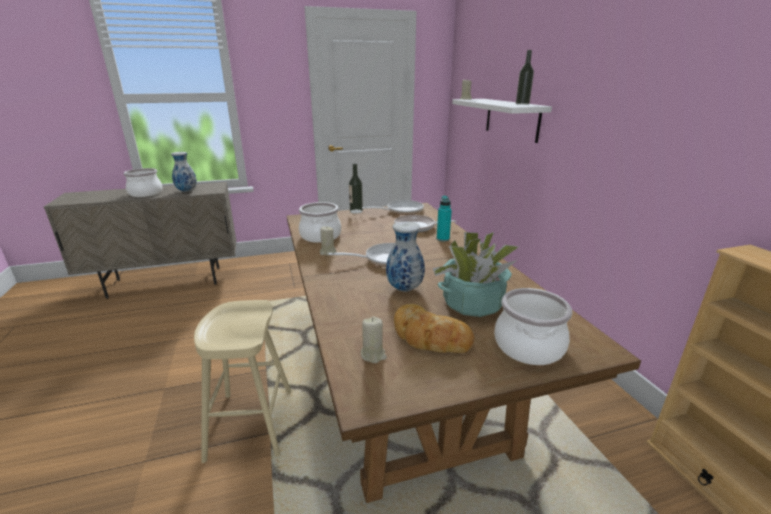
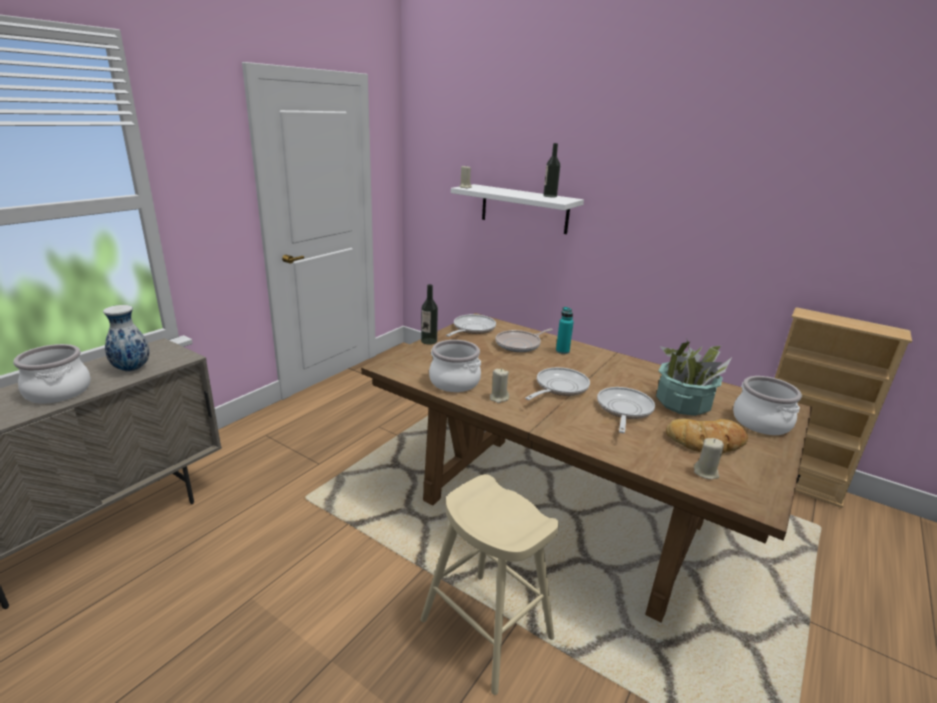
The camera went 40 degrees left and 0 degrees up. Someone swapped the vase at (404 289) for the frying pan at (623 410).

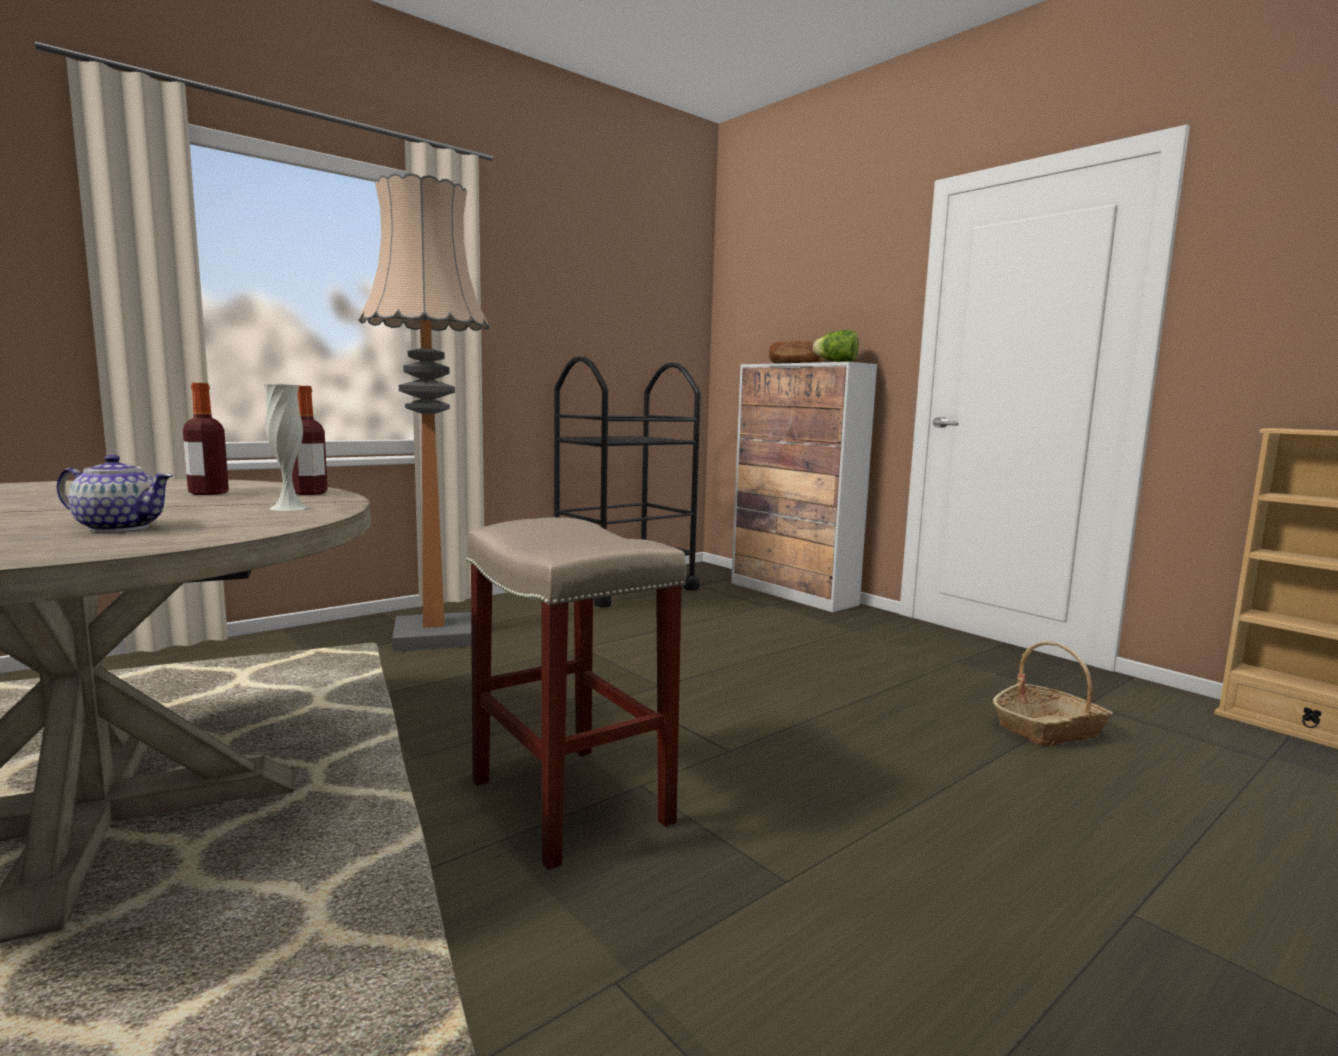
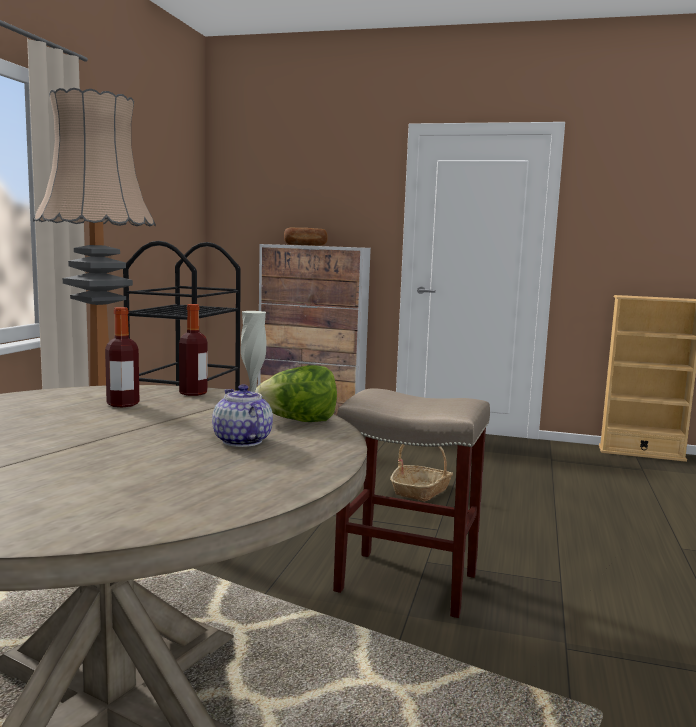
The camera went 35 degrees left and 0 degrees up. Someone rotated the teapot at (119 527) by 90 degrees counterclockwise. Someone carried the lettuce from (836 362) to (298 421). Someone carried the basket from (1049 729) to (421 491).

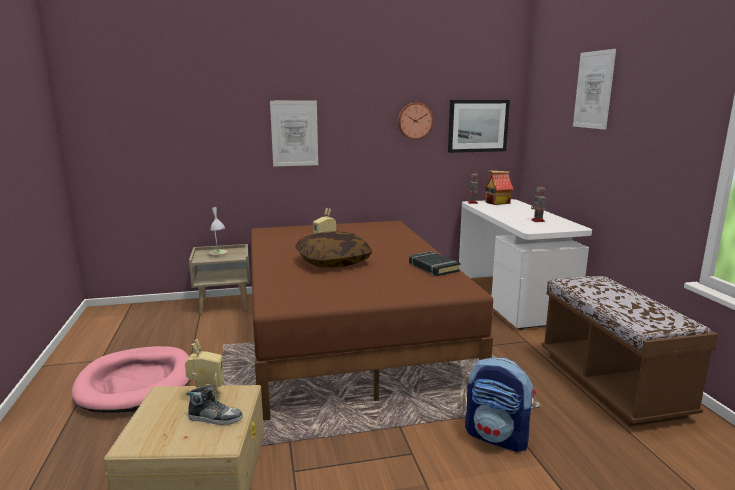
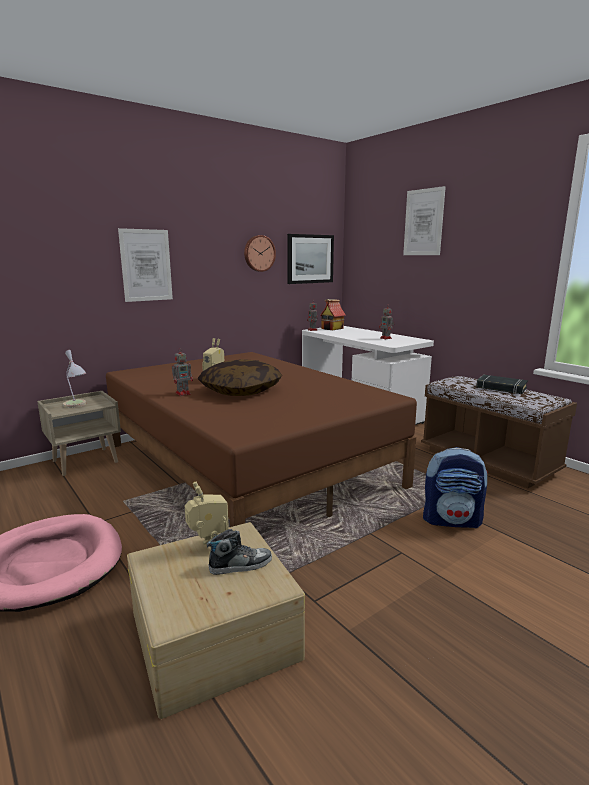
The camera went 25 degrees left and 0 degrees up. Someone put down the toy robot at (183 393). Someone carried the book (black) from (433 267) to (501 388).

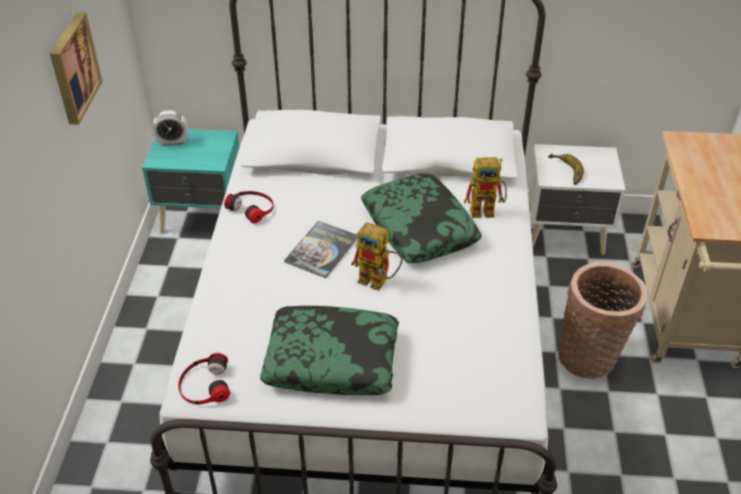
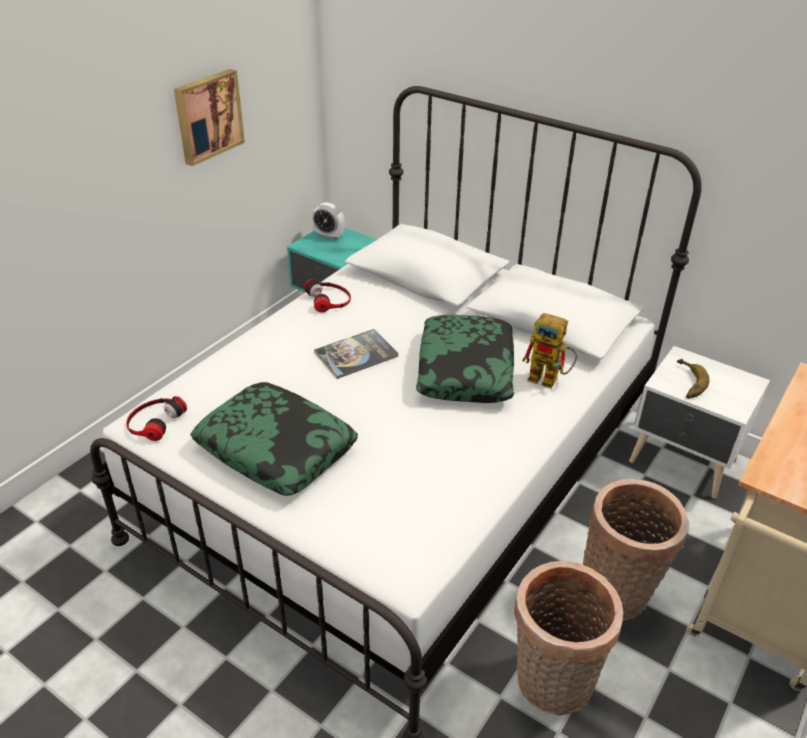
The camera went 30 degrees right and 5 degrees down. Someone put down the basket at (551 684). Someone took away the toy robot at (379 281).

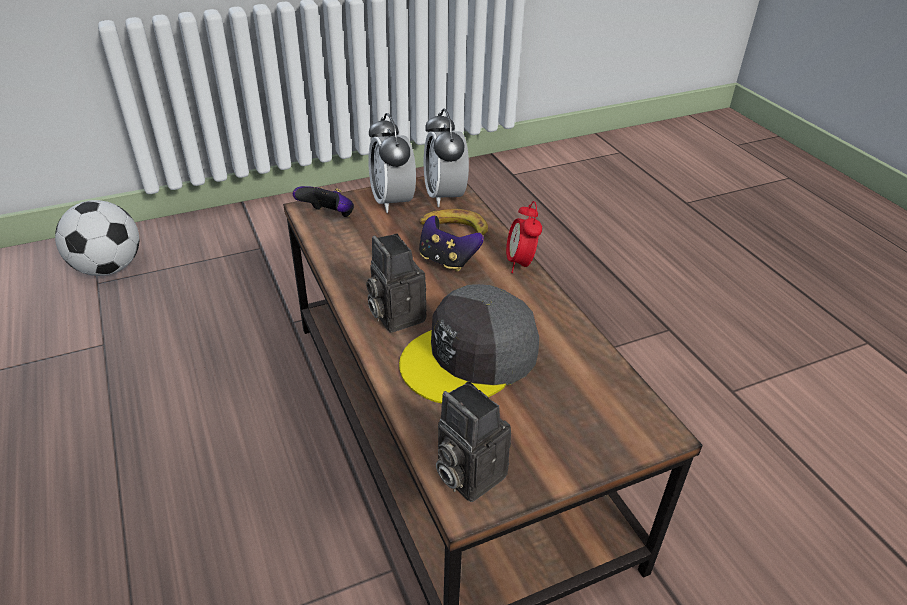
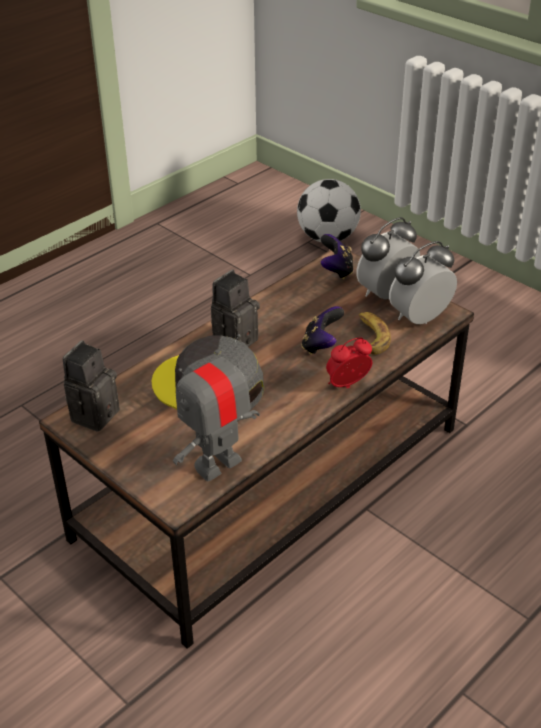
The camera went 70 degrees right and 0 degrees up. Someone put down the toy robot at (217 464).

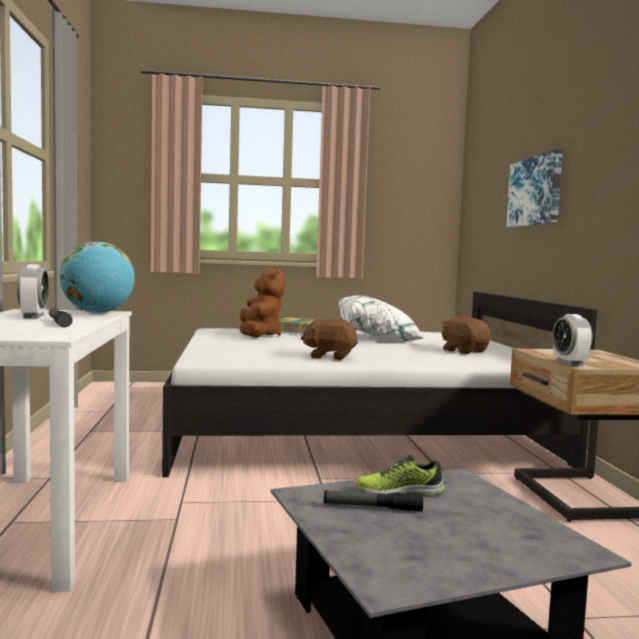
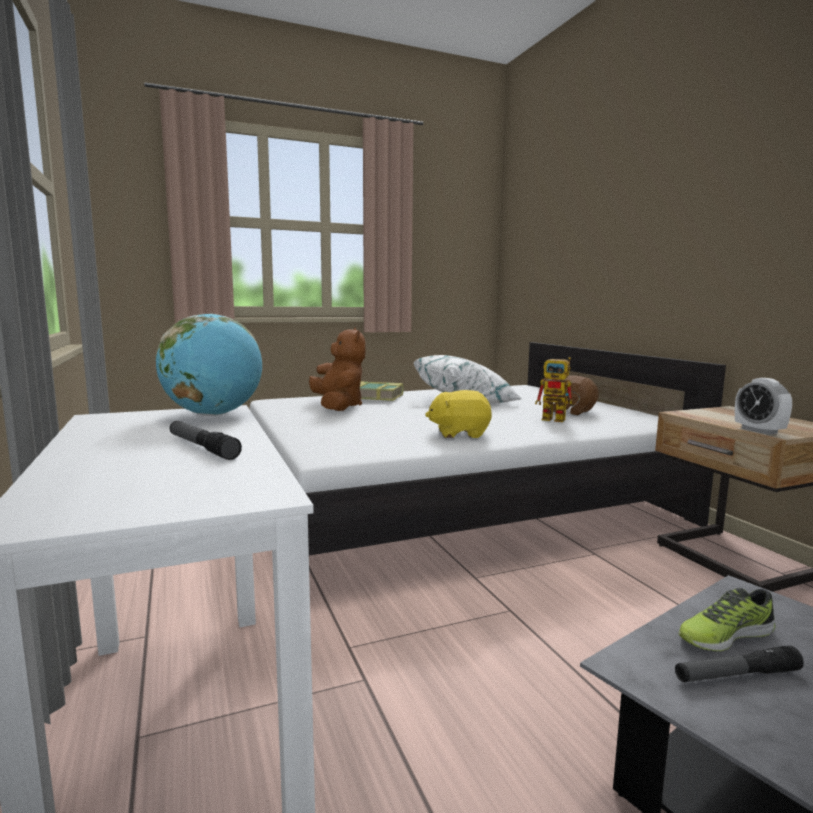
The camera went 15 degrees left and 5 degrees up. Someone repainted the plush toy (brown) at (330 357), which became the plush toy (yellow) at (459 434). Someone put down the toy robot at (559 419). Someone took away the alarm clock at (33 316). Someone took away the picture at (535 191).

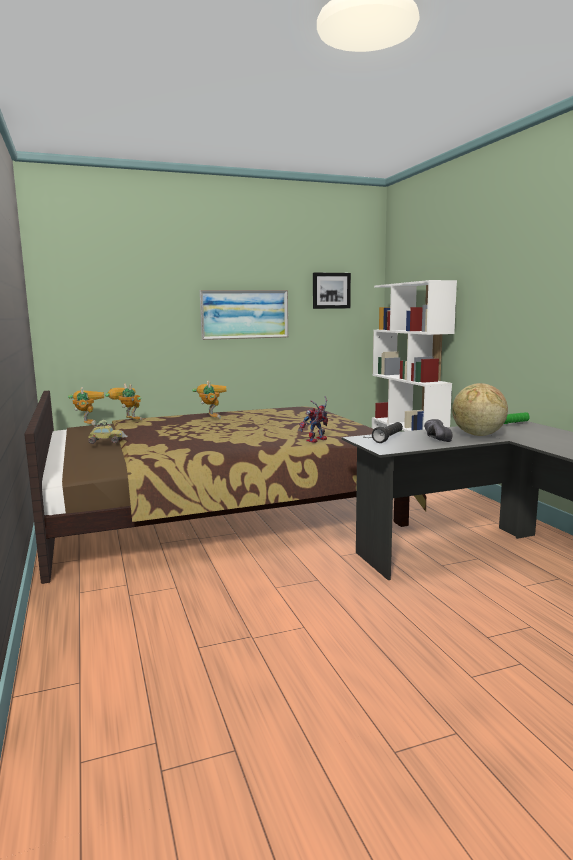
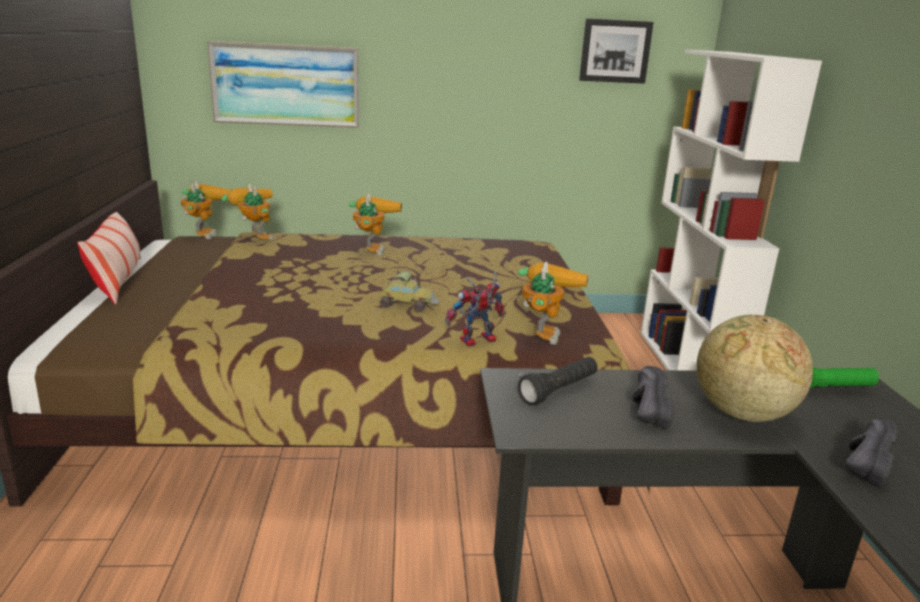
The camera went 15 degrees right and 10 degrees up. Someone put down the pillow at (118 280). Someone carried the picture from (244 314) to (286 85). Someone carried the toy car from (106 441) to (407 304). Someone put down the toy robot at (543 332). Someone put down the shoe (black) at (862 461).

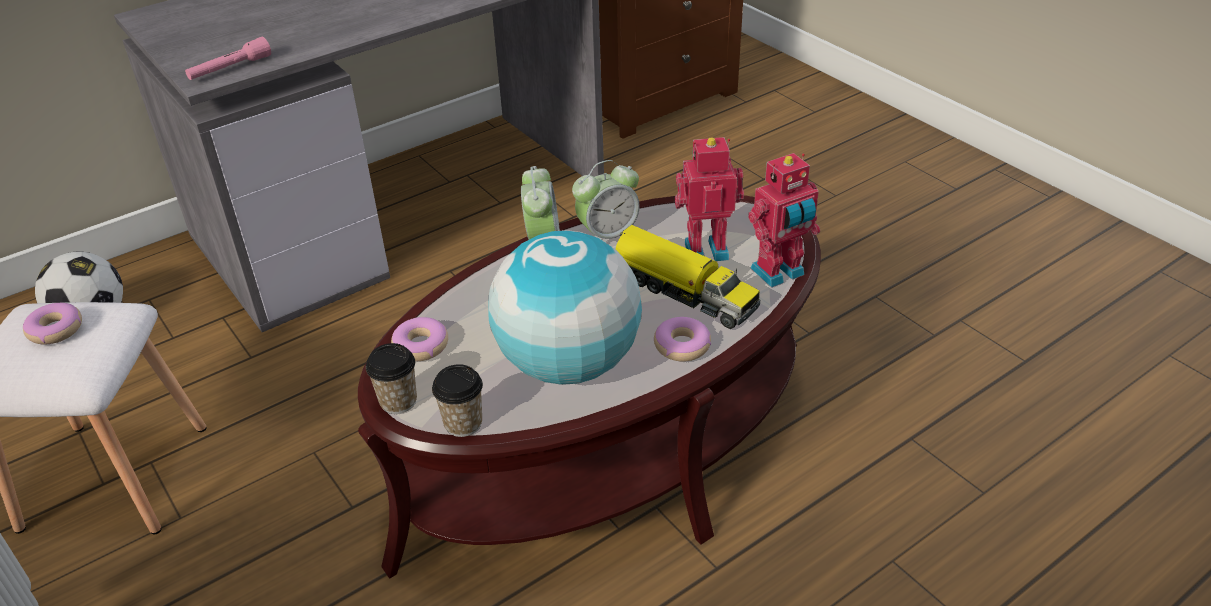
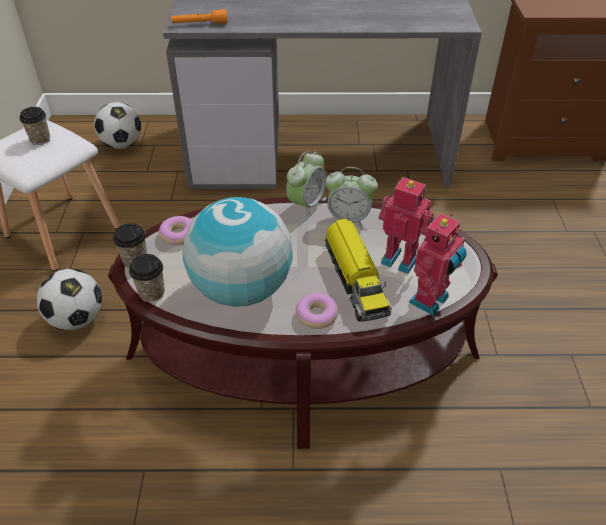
The camera went 35 degrees right and 5 degrees up. Someone swapped the donut at (55 330) for the cup at (40 139). Someone put down the football at (77 319). Someone repainted the flashlight (pink) at (230 69), which became the flashlight (orange) at (199 24). Someone rotated the toy robot at (779 273) by 60 degrees counterclockwise.

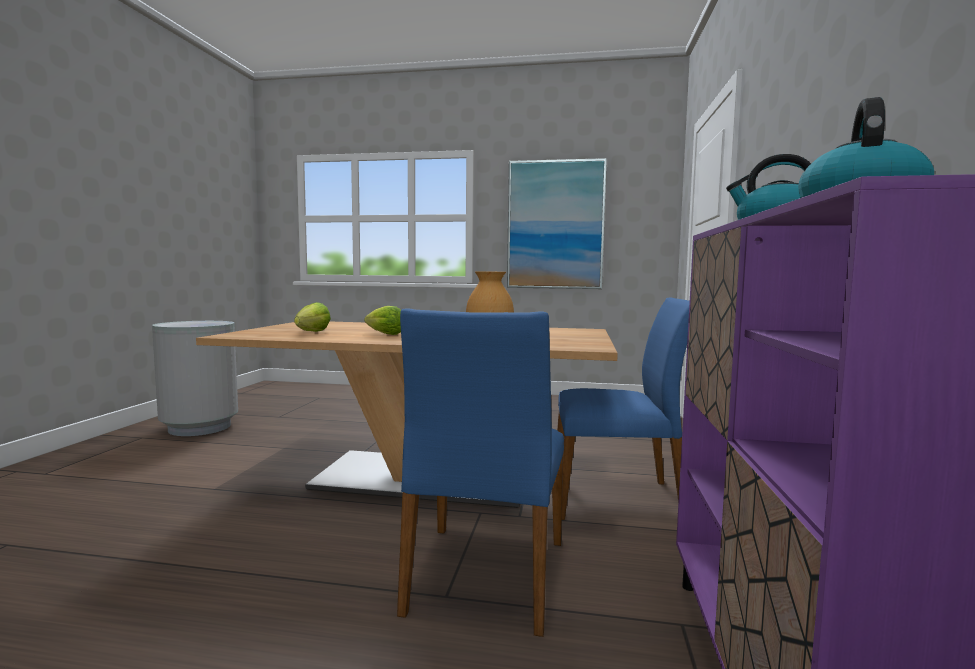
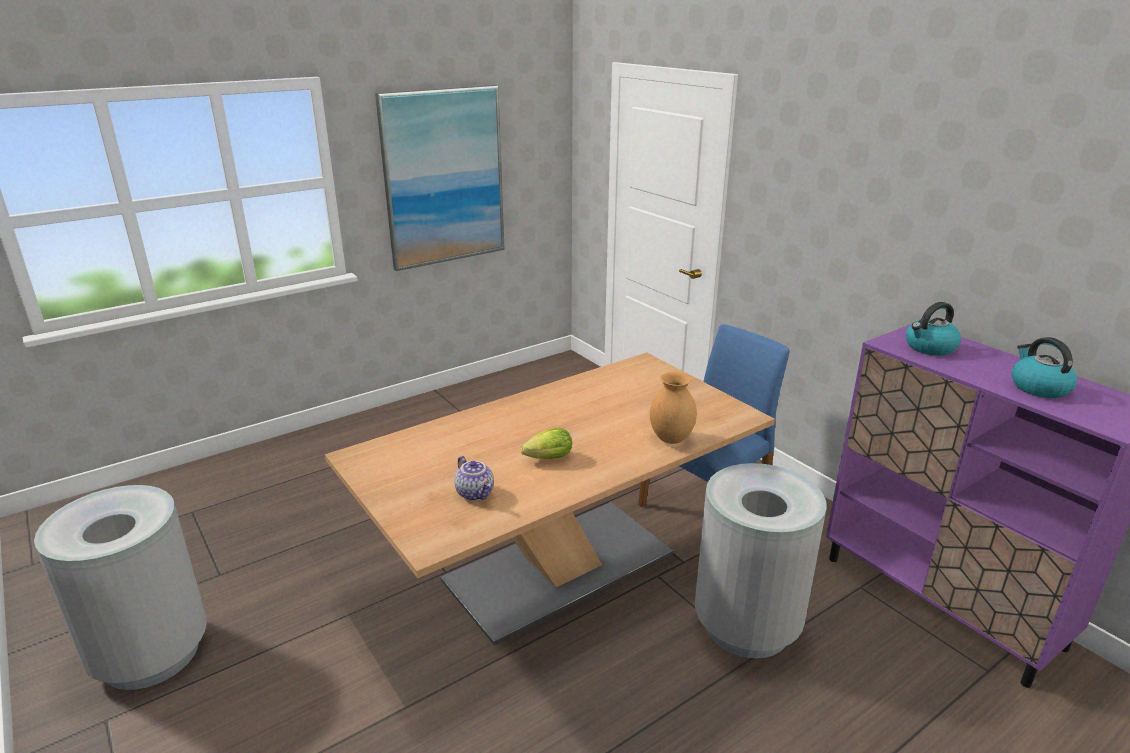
The camera went 45 degrees left and 20 degrees up. Someone swapped the lettuce at (308 333) for the teapot at (476 493). Someone swapped the chair (blue) at (485 576) for the trash can (grey) at (746 626).

